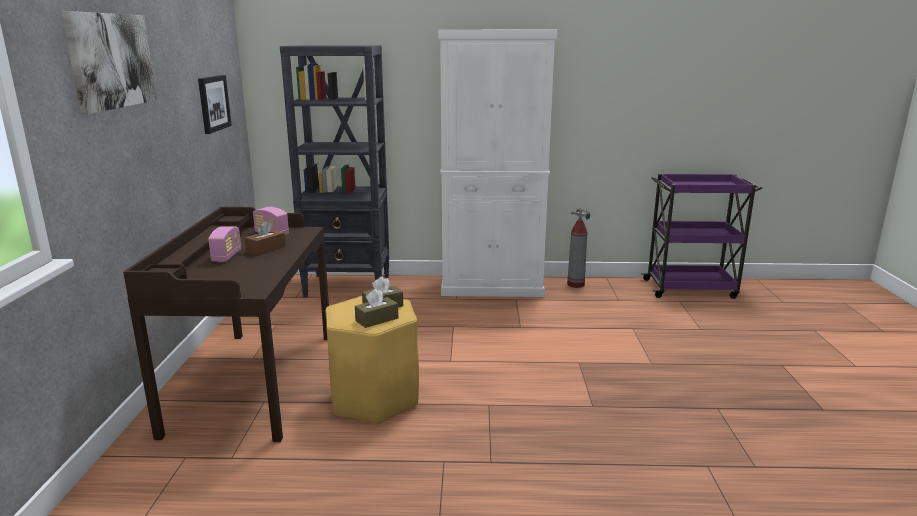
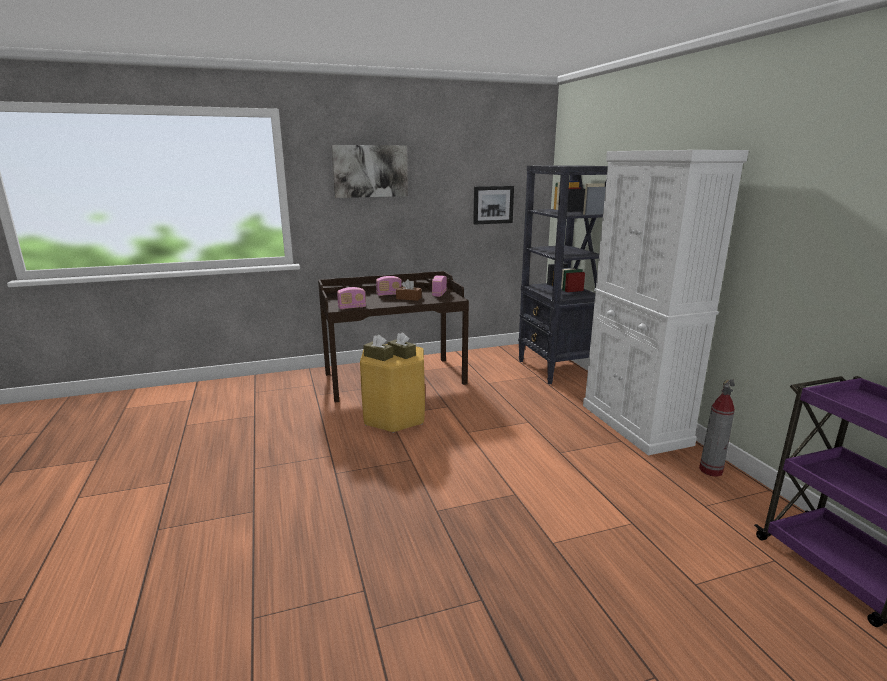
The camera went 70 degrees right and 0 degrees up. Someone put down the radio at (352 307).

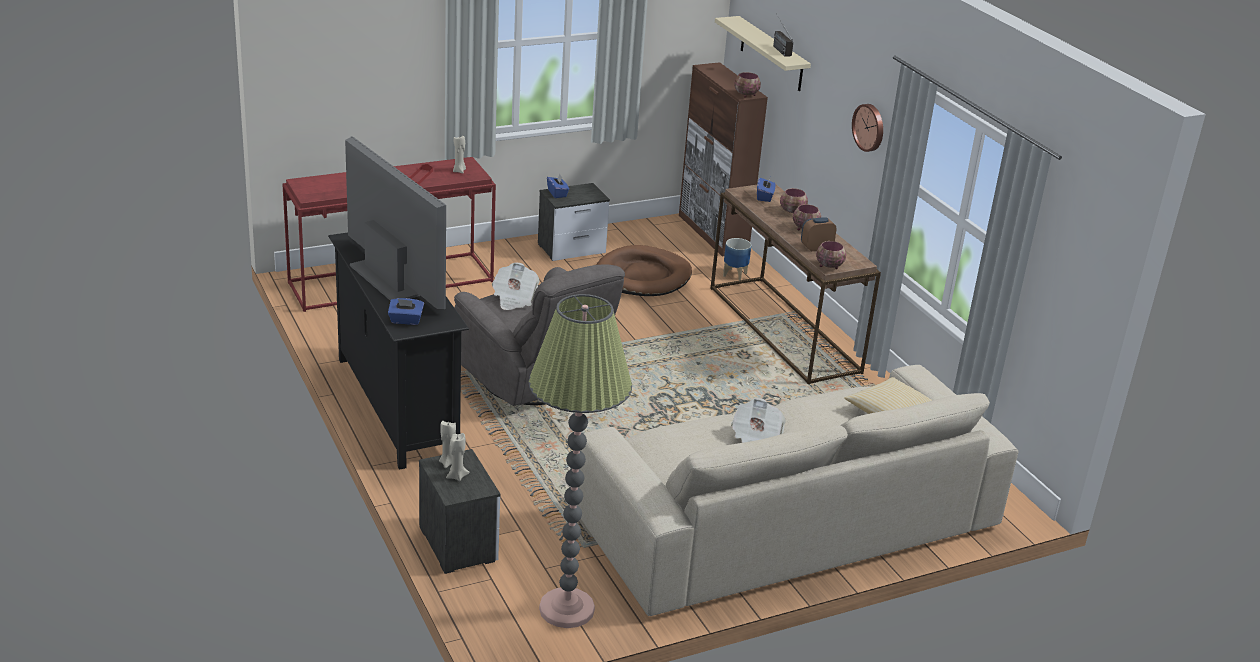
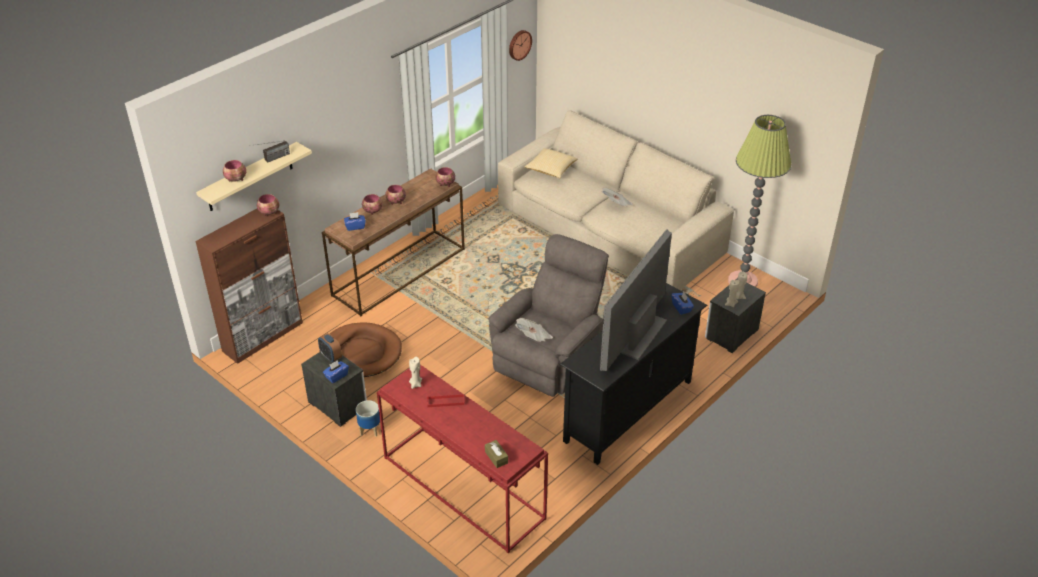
The camera went 110 degrees left and 10 degrees up. Someone put down the bowl at (236 179). Someone carried the alarm clock from (816 248) to (331 356). Someone carried the planter from (734 274) to (369 430). Someone put down the tissue box (brown) at (496 457). Someone carried the wall clock from (869 127) to (519 44).

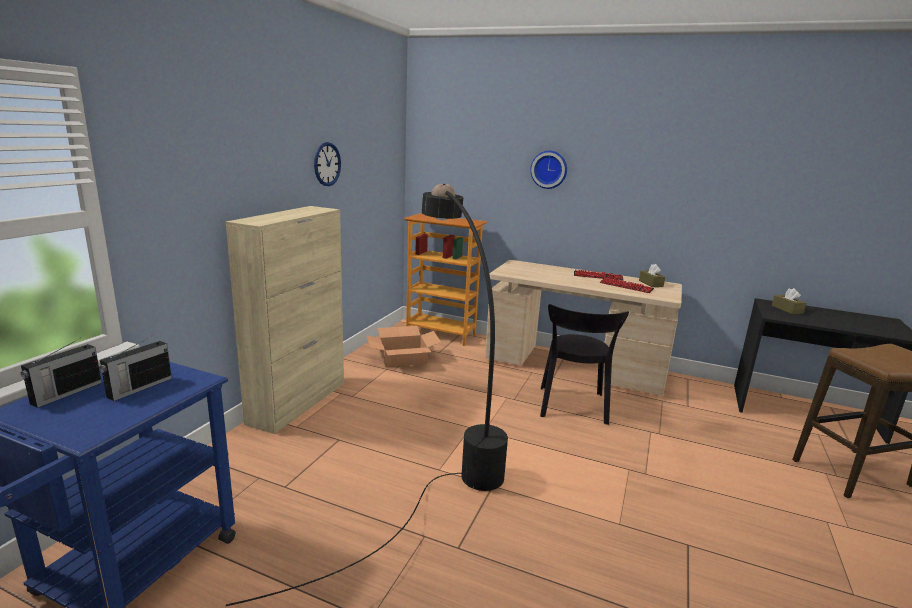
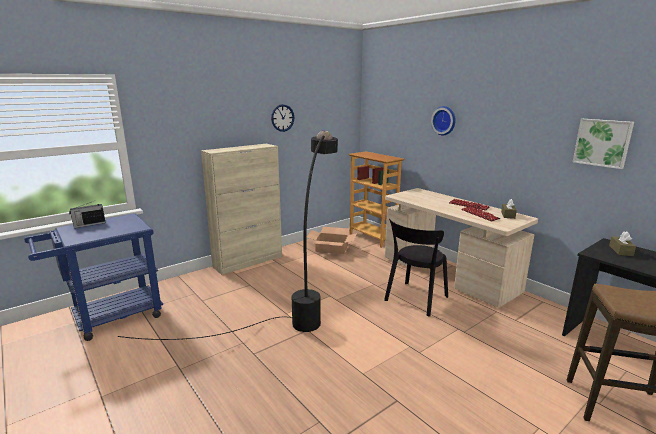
The camera went 30 degrees right and 0 degrees up. Someone put up the picture at (602 142). Someone took away the radio at (139 388).

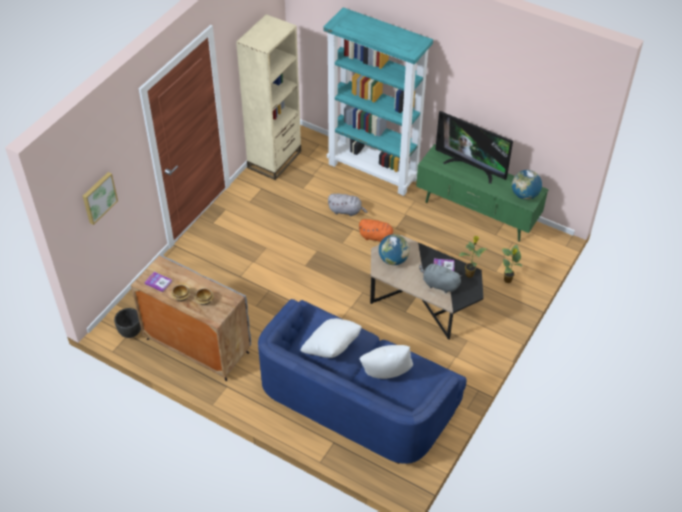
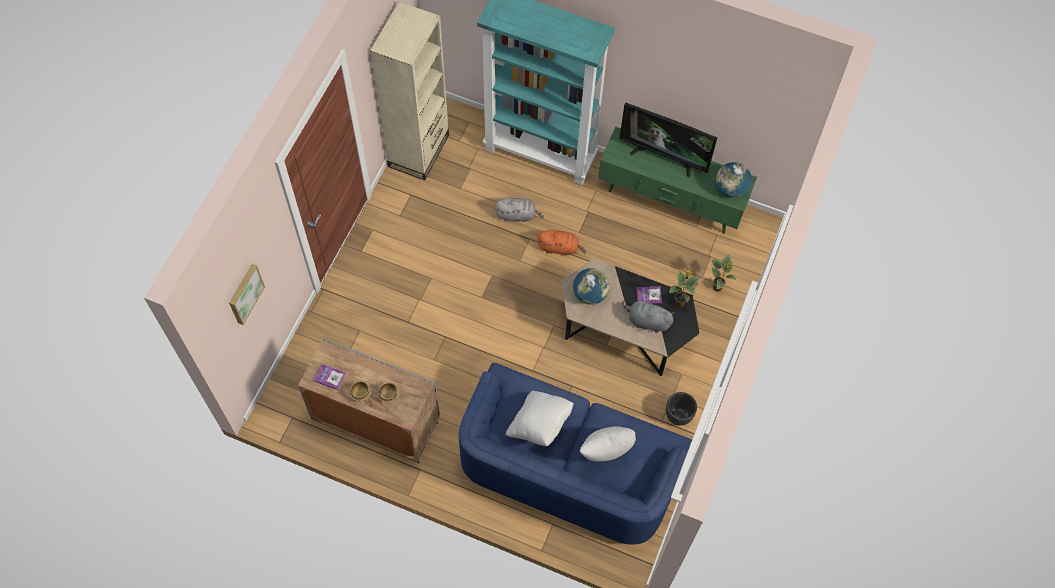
The camera went 10 degrees left and 15 degrees up. Someone carried the planter (black) from (130 332) to (678 416).

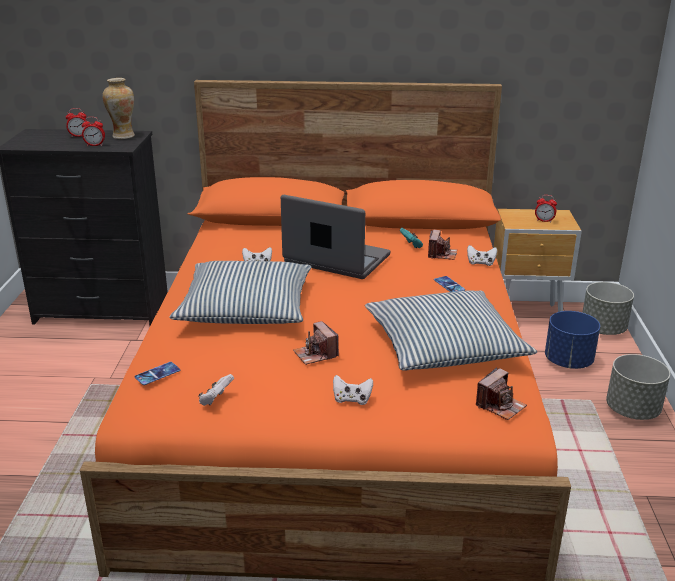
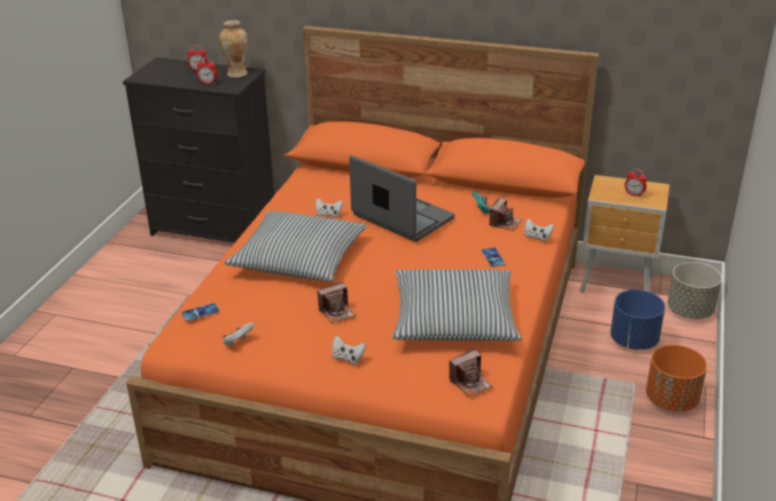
The camera went 15 degrees right and 5 degrees up. Someone rotated the photo camera at (315 354) by 105 degrees counterclockwise. Someone repainted the planter (grey) at (632 410), which became the planter (orange) at (672 400).

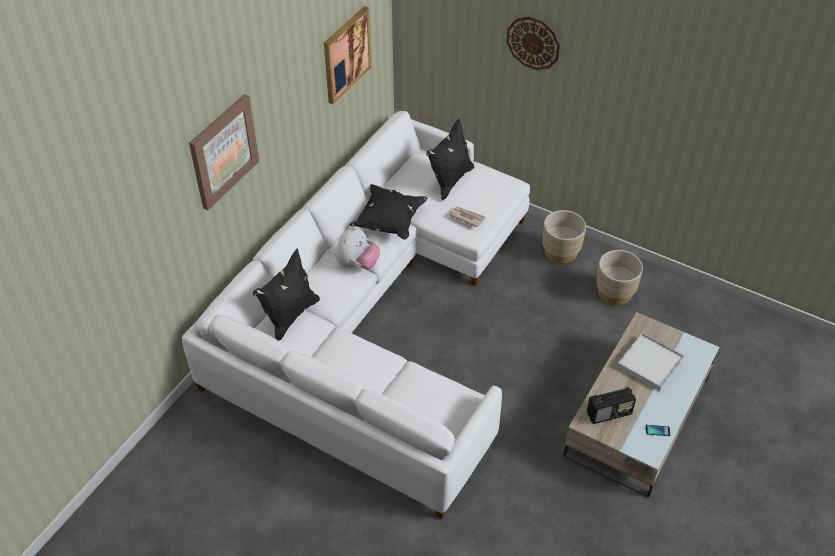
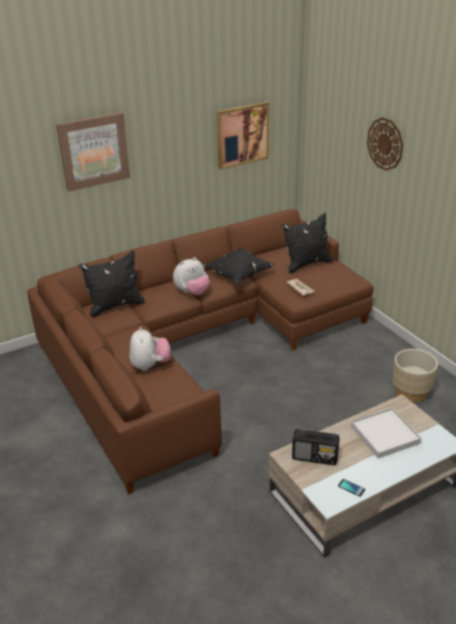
The camera went 30 degrees right and 15 degrees down. Someone repainted the sofa (white) at (374 317), which became the sofa (brown) at (197 345). Someone put down the plush toy at (150 365). Someone took away the planter (beige) at (560 252).

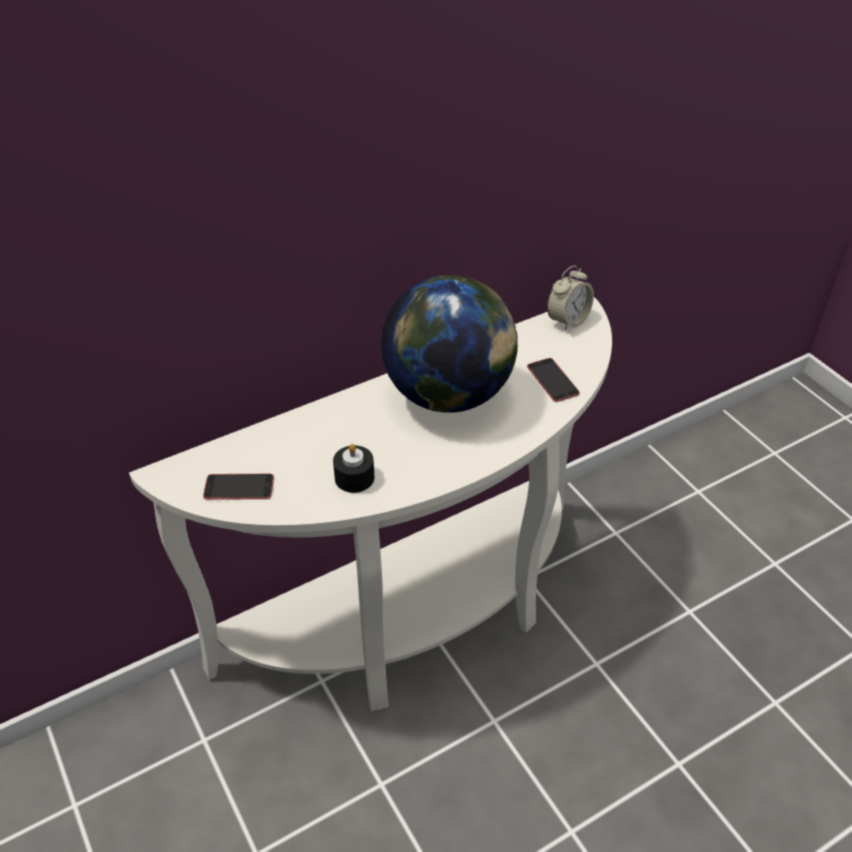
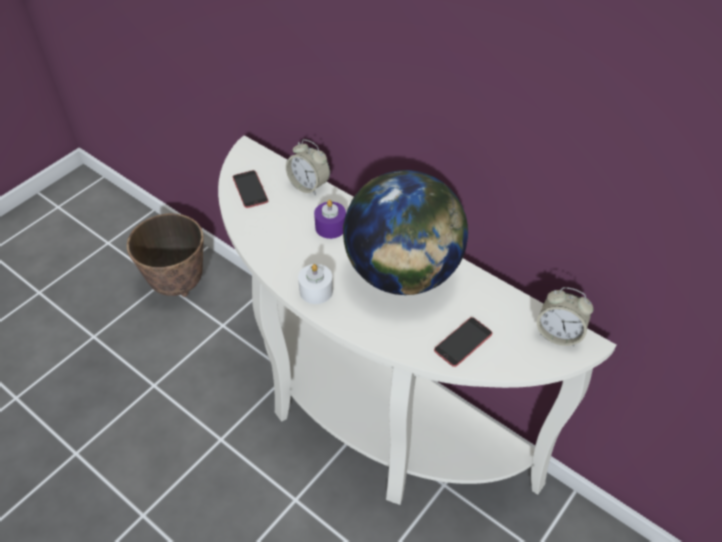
The camera went 70 degrees right and 5 degrees up. Someone put down the planter at (178 284). Someone put down the alarm clock at (309 185). Someone put down the candle (white) at (316 291). Someone put down the candle (purple) at (330 227). Someone took away the candle (black) at (354 477).

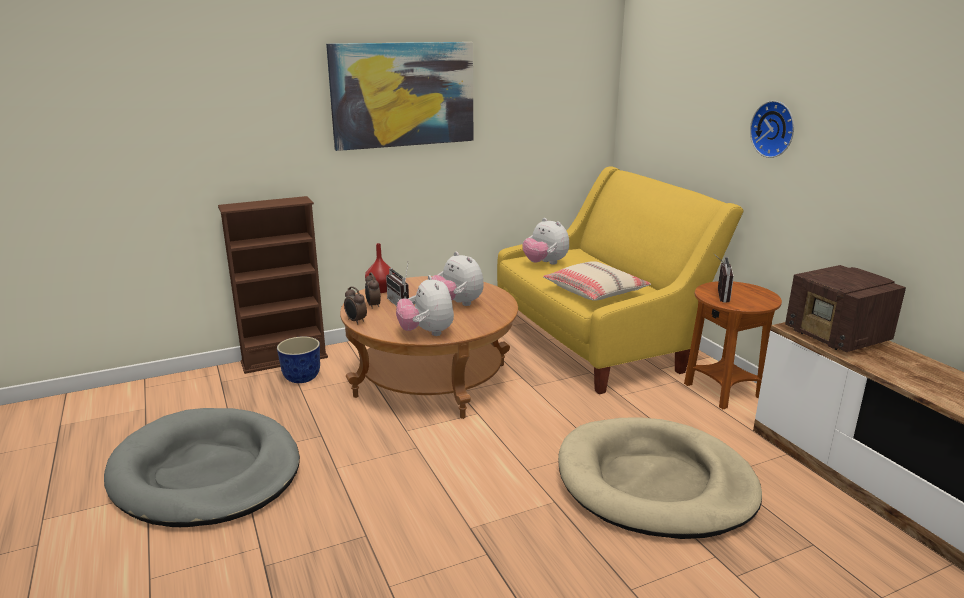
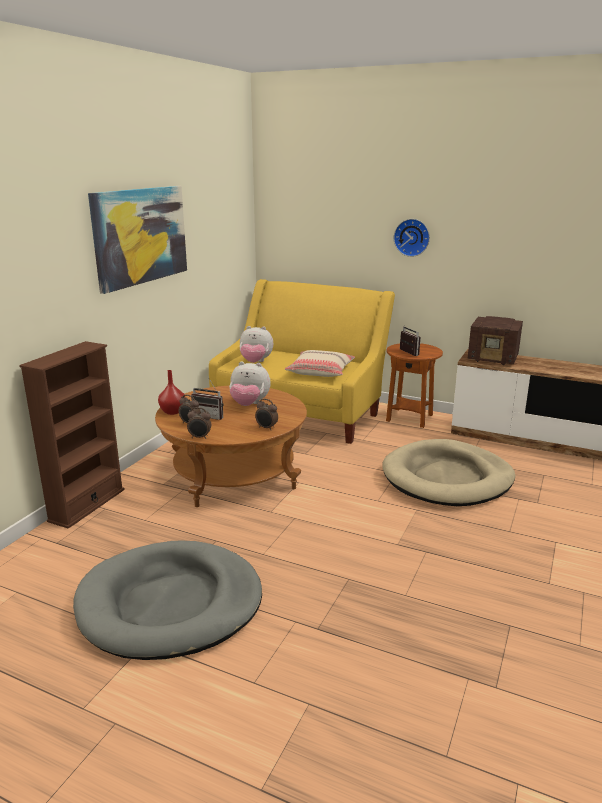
The camera went 40 degrees left and 0 degrees up. Someone swapped the plush toy at (426 333) for the alarm clock at (266 428). Someone took away the planter at (301 378).

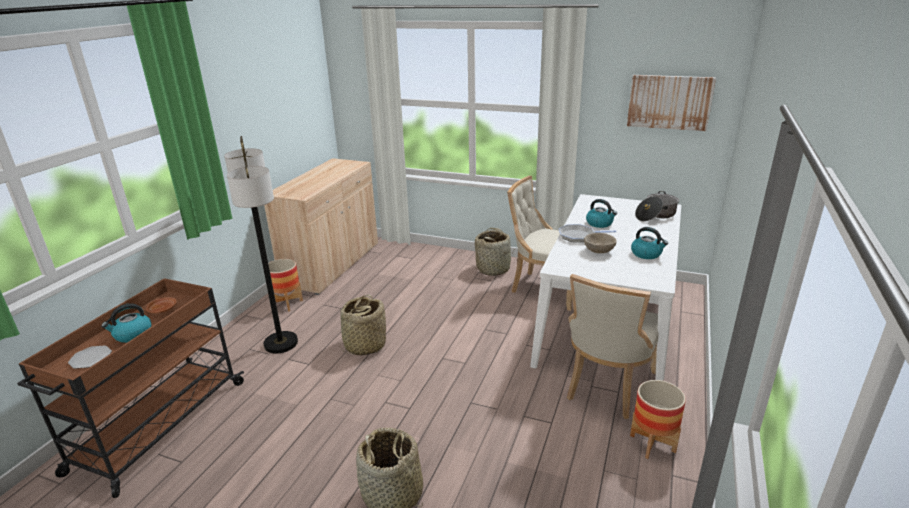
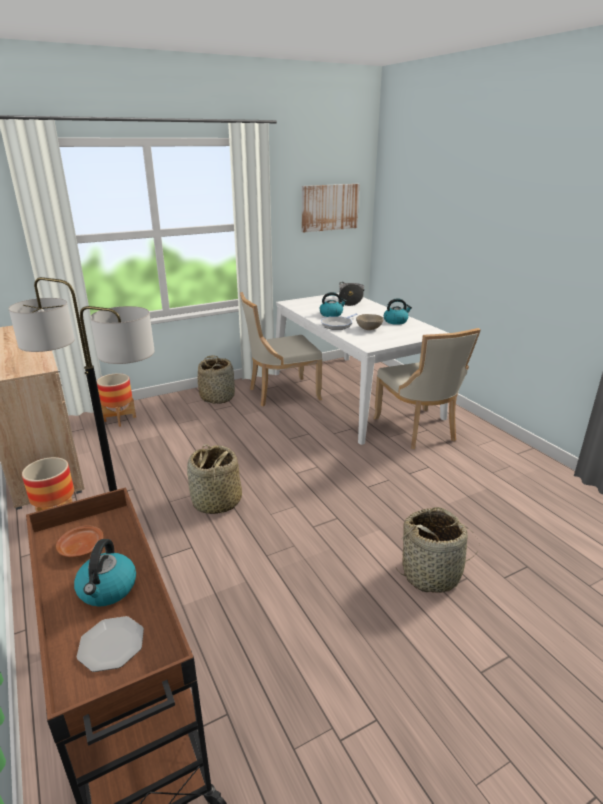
The camera went 50 degrees left and 0 degrees up. Someone carried the planter from (652 443) to (119 419).

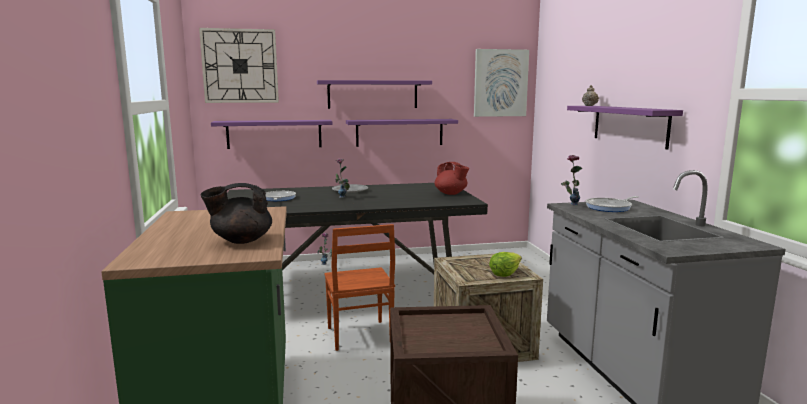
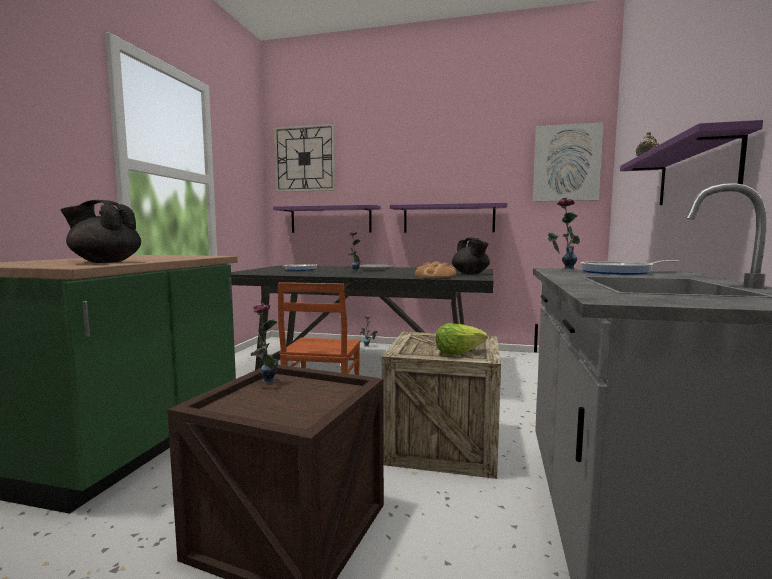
The camera went 25 degrees right and 5 degrees down. Someone put down the vase at (265 384). Someone put down the bread at (435 276). Someone repainted the teapot (red) at (451 193), which became the teapot (black) at (470 274). Someone took away the shelf (purple) at (372 94).

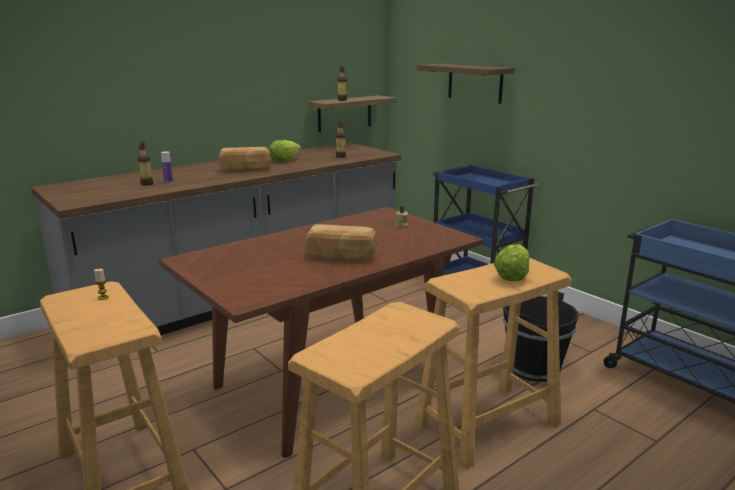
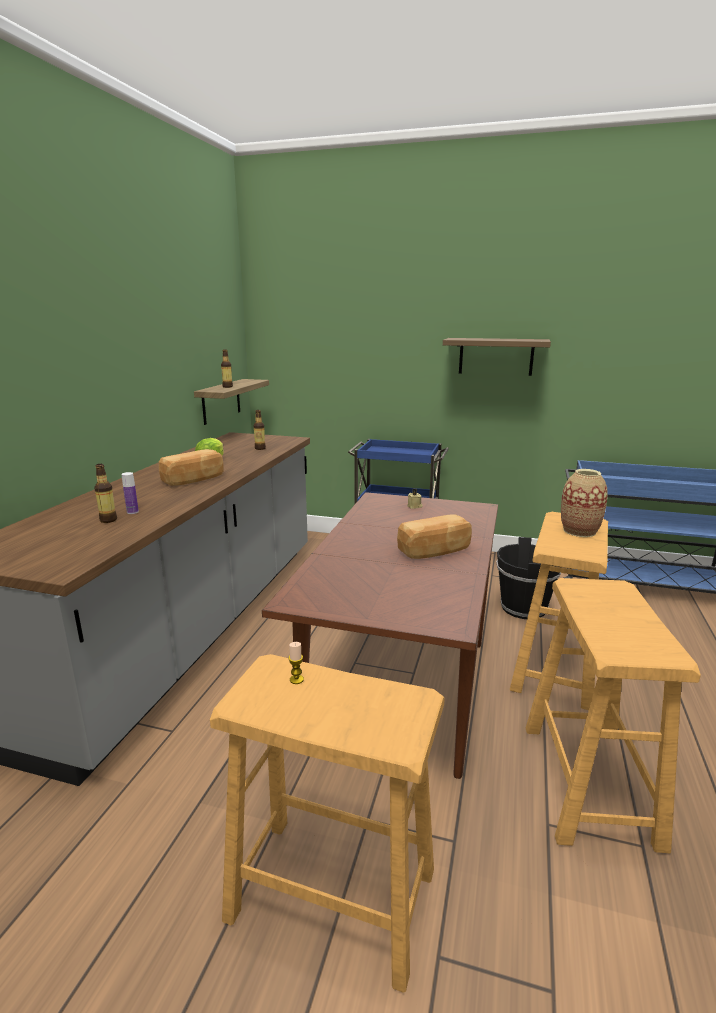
The camera went 35 degrees left and 0 degrees up. Someone carried the shelf from (475 83) to (496 356). Someone swapped the lettuce at (512 276) for the vase at (579 531).

